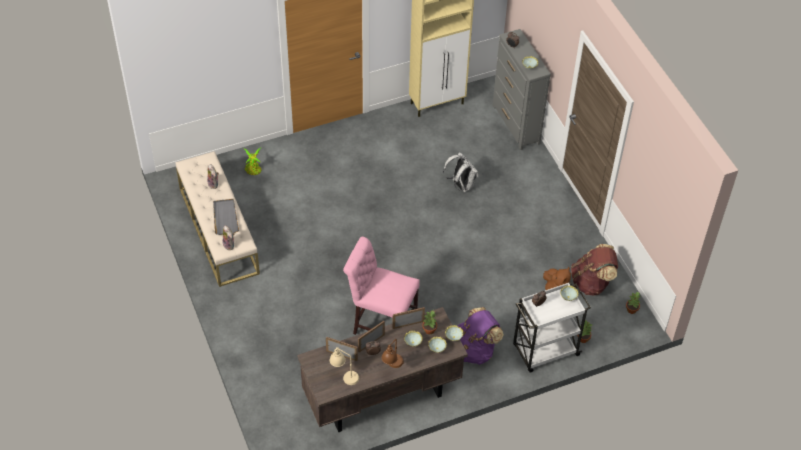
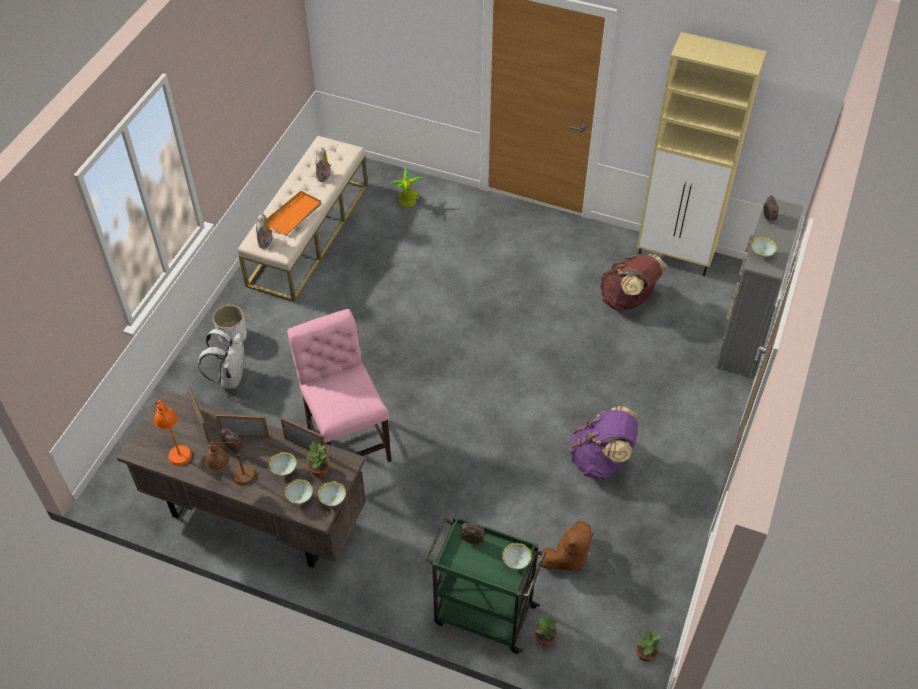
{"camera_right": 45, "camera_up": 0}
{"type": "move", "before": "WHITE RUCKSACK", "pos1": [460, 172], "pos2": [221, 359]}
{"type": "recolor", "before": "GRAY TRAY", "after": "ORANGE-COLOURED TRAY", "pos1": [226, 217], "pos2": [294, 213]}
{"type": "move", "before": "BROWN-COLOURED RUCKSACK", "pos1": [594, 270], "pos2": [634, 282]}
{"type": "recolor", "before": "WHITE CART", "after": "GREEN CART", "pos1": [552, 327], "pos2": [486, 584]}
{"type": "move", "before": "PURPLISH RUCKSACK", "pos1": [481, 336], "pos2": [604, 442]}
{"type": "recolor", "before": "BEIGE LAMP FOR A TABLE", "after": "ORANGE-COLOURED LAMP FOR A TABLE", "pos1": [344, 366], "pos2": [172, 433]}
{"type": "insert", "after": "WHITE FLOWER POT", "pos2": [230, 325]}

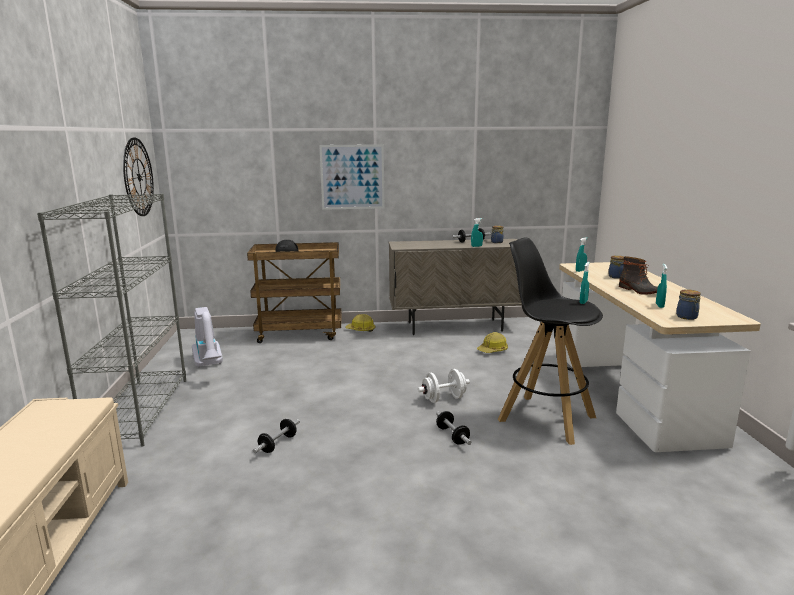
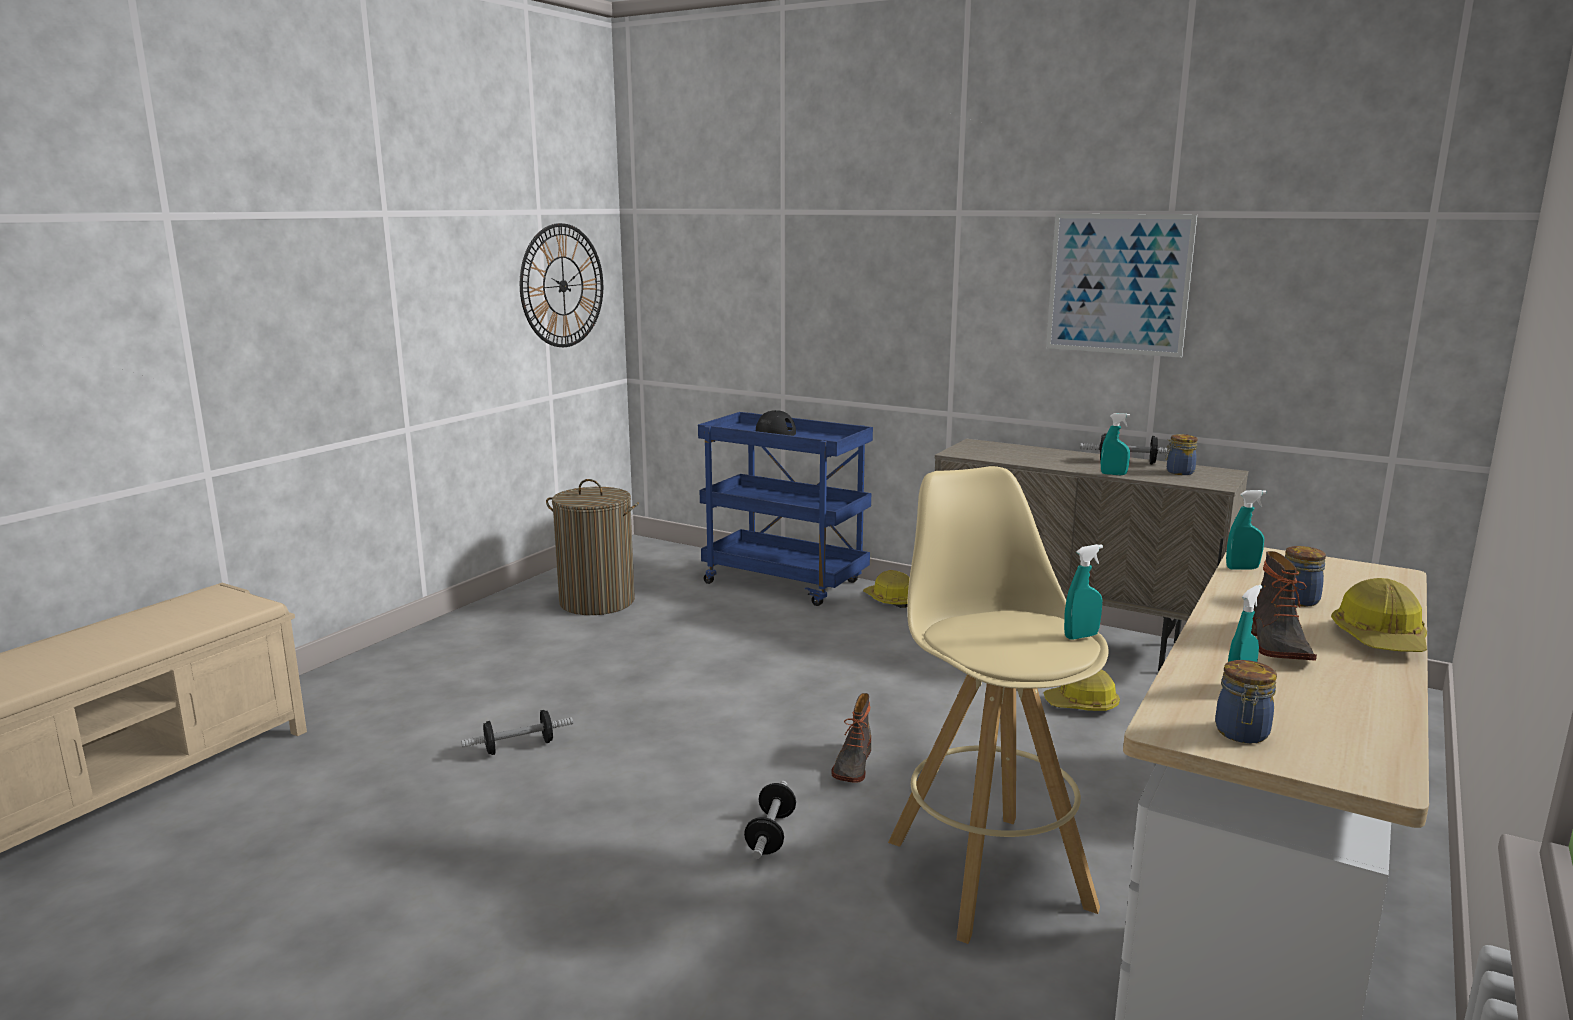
{"camera_right": 35, "camera_up": 0}
{"type": "move", "before": "PICTURE", "pos1": [351, 177], "pos2": [1121, 286]}
{"type": "delete", "before": "GRAY BOOKSHELF", "pos1": [111, 320]}
{"type": "recolor", "before": "BLACK STOOL SEAT", "after": "BEIGE STOOL SEAT", "pos1": [550, 341], "pos2": [998, 705]}
{"type": "recolor", "before": "BROWN-COLOURED CART", "after": "BLUISH CART", "pos1": [294, 292], "pos2": [785, 509]}
{"type": "replace", "before": "HOOVER", "after": "WASHING BASKET", "pos1": [207, 337], "pos2": [592, 547]}
{"type": "replace", "before": "WHITE HAND WEIGHT", "after": "BOOT", "pos1": [444, 386], "pos2": [851, 738]}
{"type": "insert", "after": "HARD HAT", "pos2": [1379, 615]}

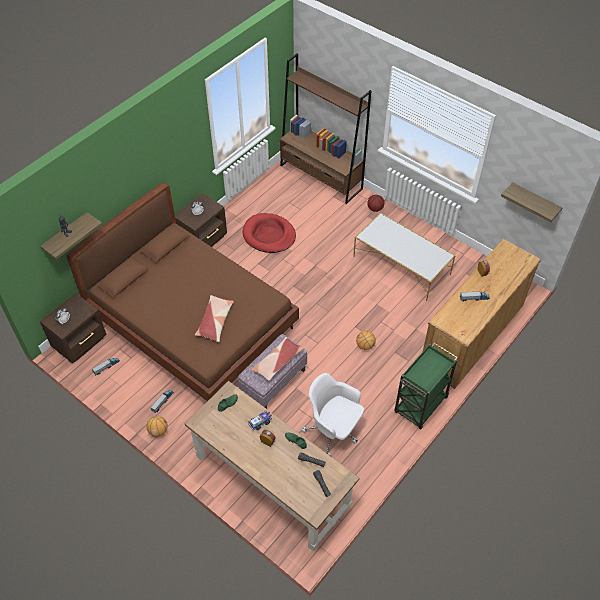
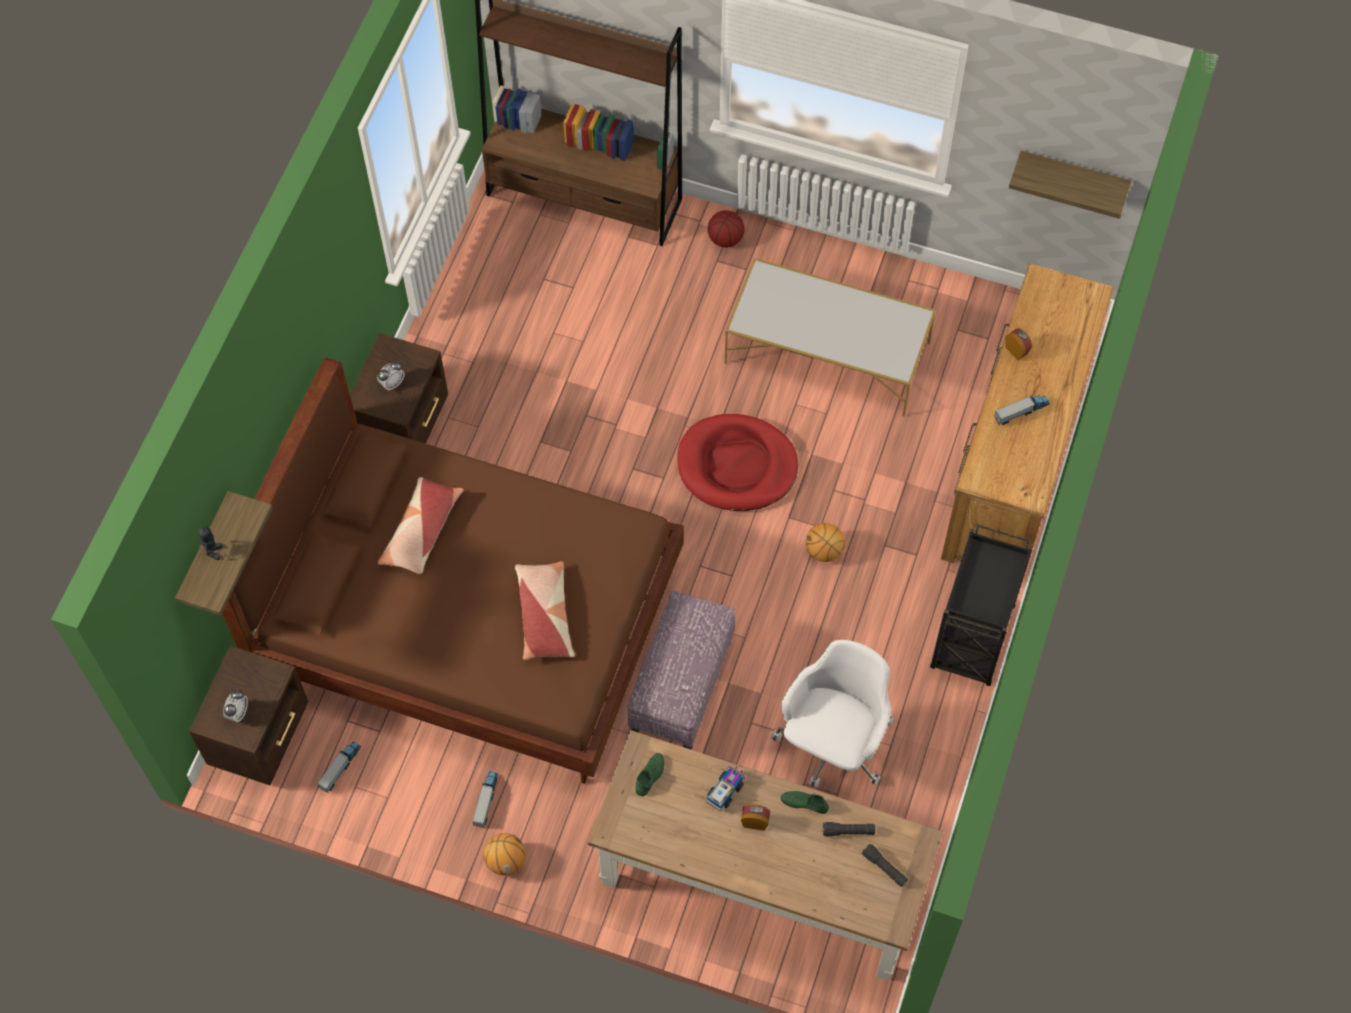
{"camera_right": -20, "camera_up": 10}
{"type": "move", "before": "RED-COLOURED DOG BED", "pos1": [269, 233], "pos2": [737, 462]}
{"type": "move", "before": "THROW PILLOW", "pos1": [277, 359], "pos2": [420, 525]}
{"type": "recolor", "before": "GREEN CART", "after": "BLACK CART", "pos1": [426, 386], "pos2": [981, 605]}
{"type": "rotate", "before": "WHITE OFFICE CHAIR", "pos1": [332, 414], "pos2": [832, 713], "turn": 105}

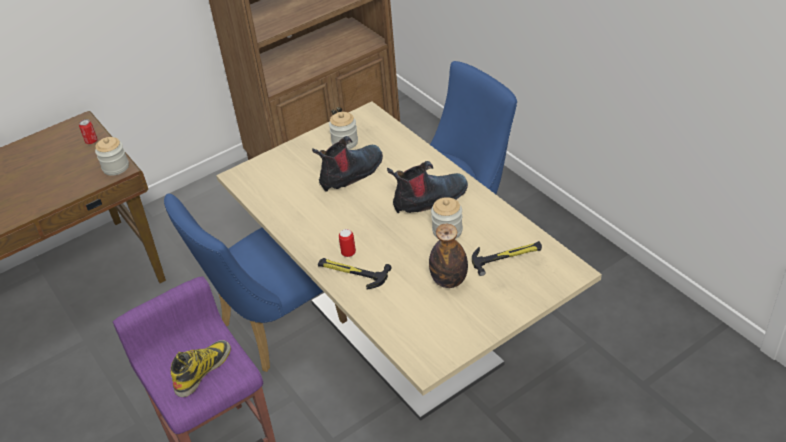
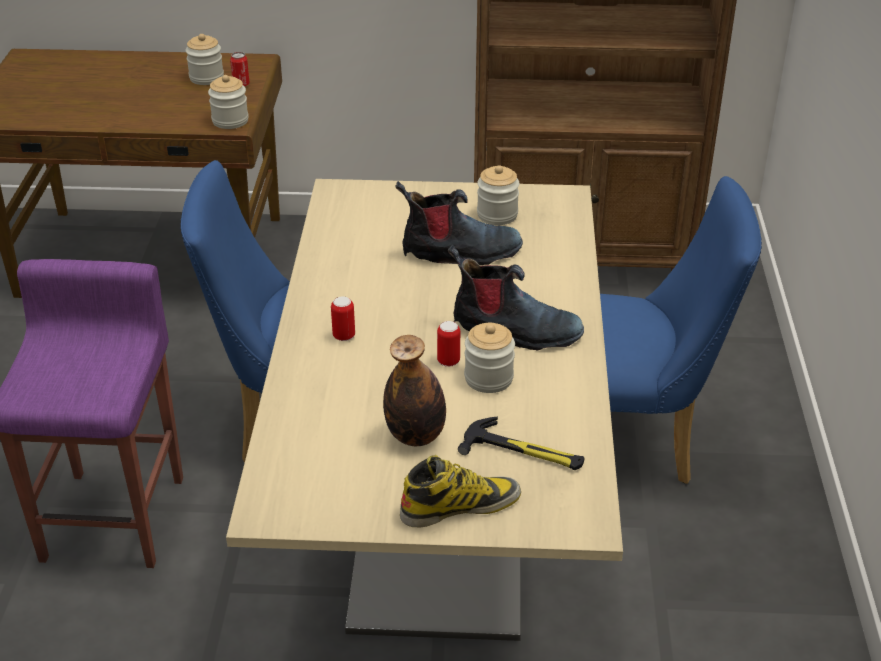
{"camera_right": 35, "camera_up": -5}
{"type": "delete", "before": "HAND HAMMER", "pos1": [355, 273]}
{"type": "move", "before": "BOOT", "pos1": [200, 368], "pos2": [460, 491]}
{"type": "insert", "after": "JAR", "pos2": [204, 59]}
{"type": "insert", "after": "METAL CAN", "pos2": [448, 344]}

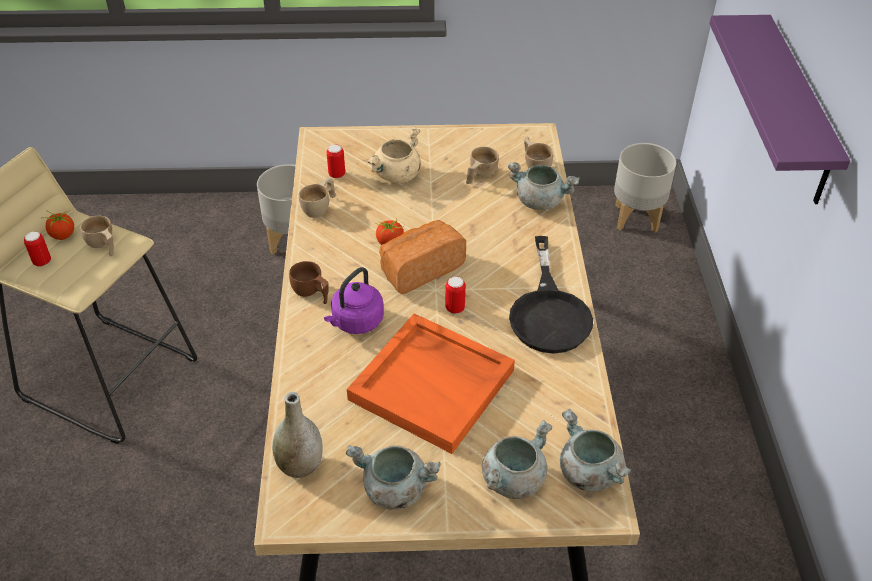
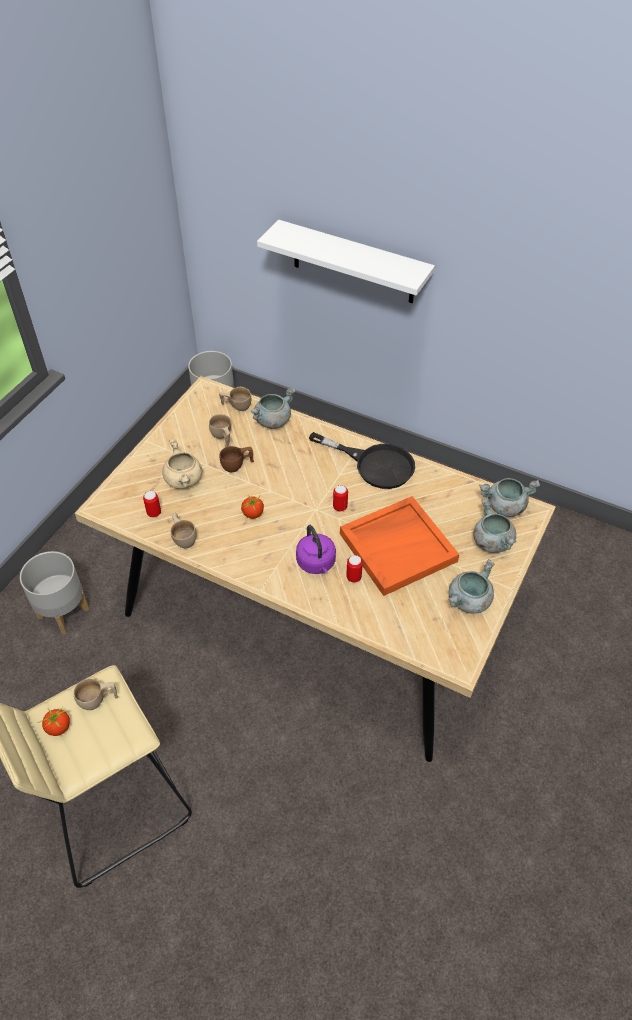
{"camera_right": -60, "camera_up": 5}
{"type": "recolor", "before": "PURPLISH BRACKET SHELF", "after": "WHITE BRACKET SHELF", "pos1": [779, 109], "pos2": [346, 261]}
{"type": "delete", "before": "BAKED BREAD", "pos1": [422, 257]}
{"type": "move", "before": "METAL CAN", "pos1": [37, 249], "pos2": [354, 568]}
{"type": "move", "before": "BROWN-COLOURED CUP", "pos1": [309, 282], "pos2": [237, 459]}
{"type": "delete", "before": "GRAY DECORATIVE VASE", "pos1": [297, 435]}

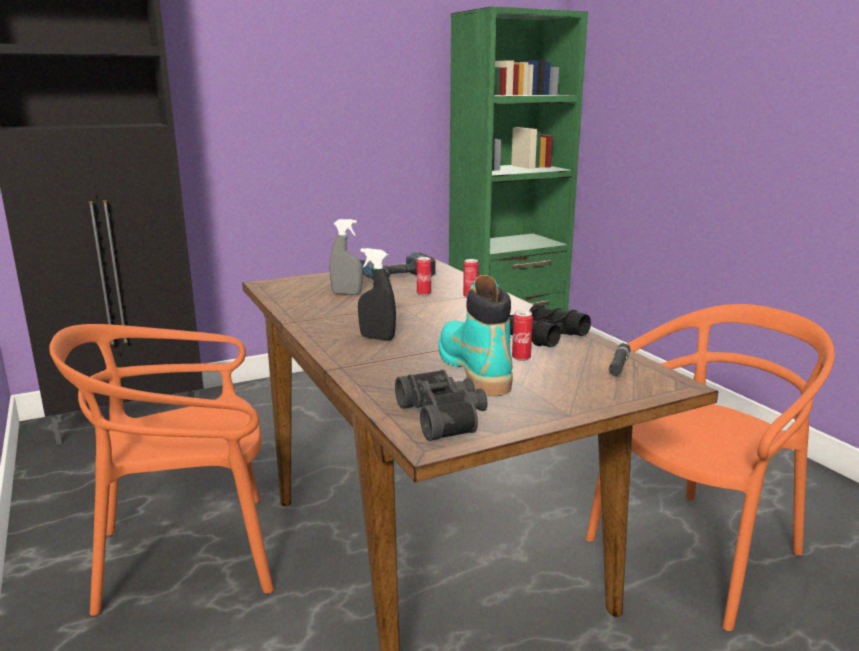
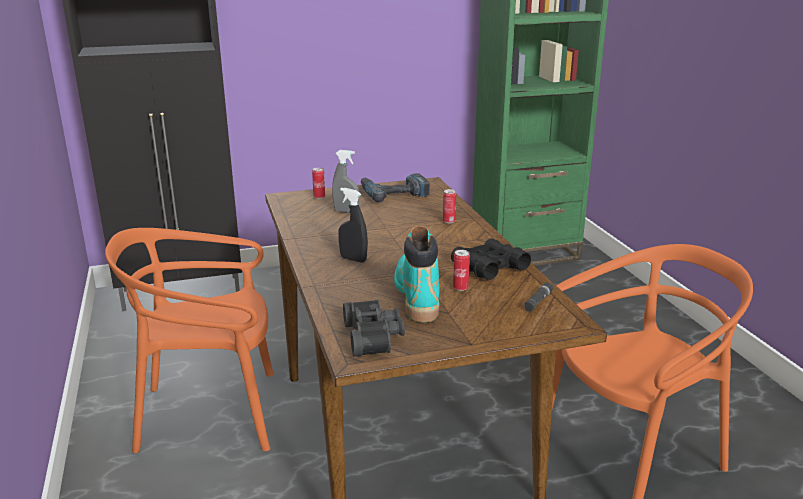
{"camera_right": 10, "camera_up": 5}
{"type": "move", "before": "METAL CAN", "pos1": [424, 276], "pos2": [318, 183]}

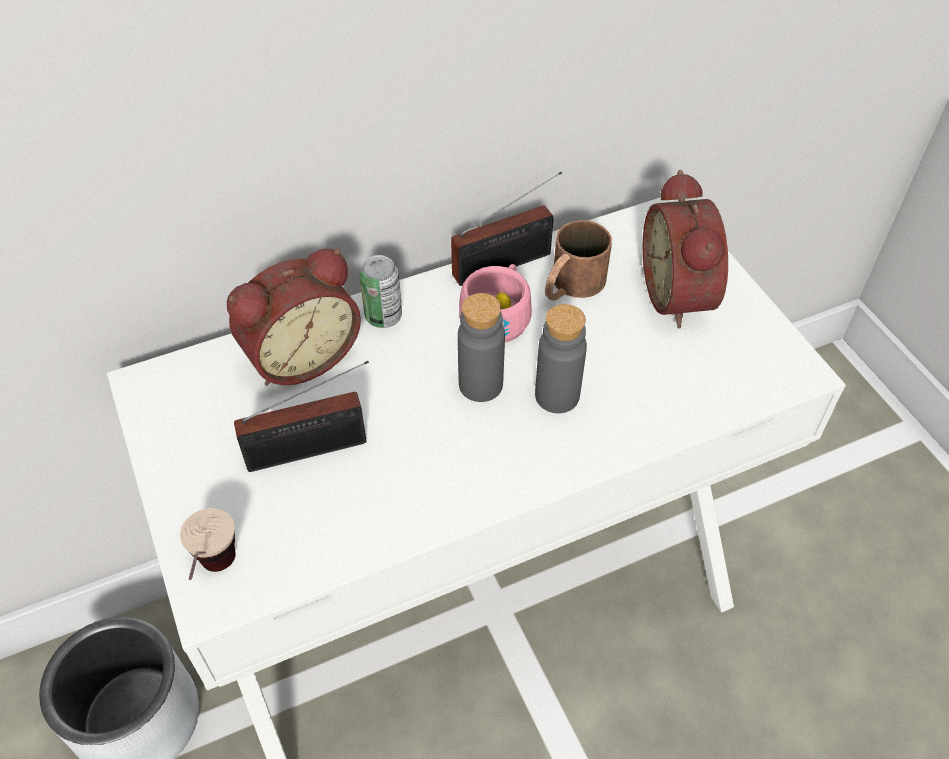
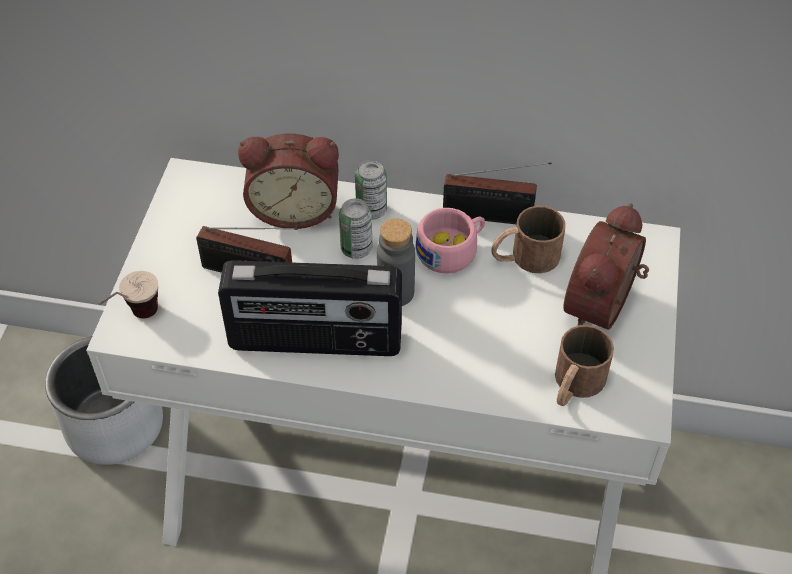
{"camera_right": 35, "camera_up": 0}
{"type": "delete", "before": "GRAY DRINK BOTTLE", "pos1": [561, 358]}
{"type": "insert", "after": "METAL CAN", "pos2": [355, 228]}
{"type": "insert", "after": "RADIO", "pos2": [310, 308]}
{"type": "insert", "after": "BROWN-COLOURED MUG", "pos2": [584, 365]}

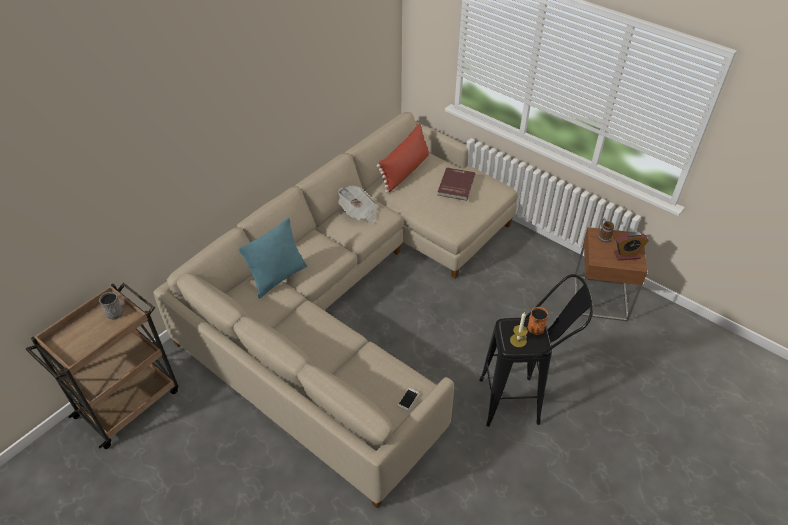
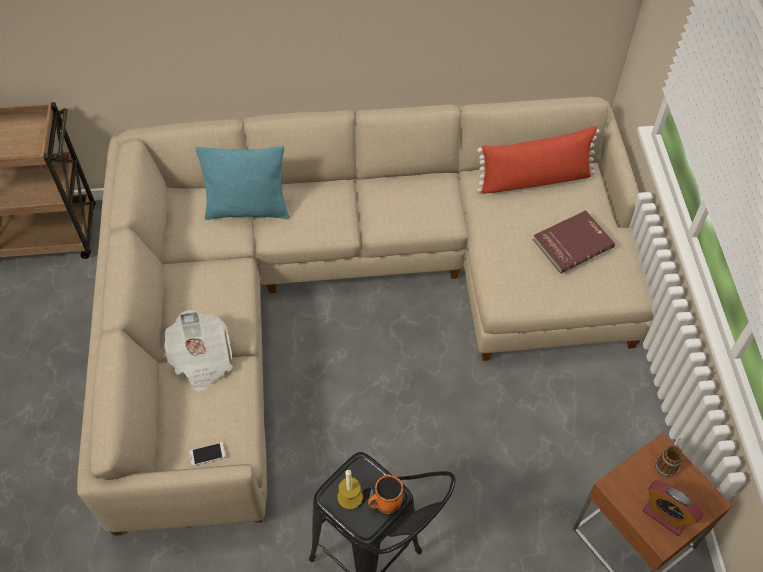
{"camera_right": 45, "camera_up": 10}
{"type": "move", "before": "DAILY PAPER", "pos1": [358, 204], "pos2": [198, 350]}
{"type": "delete", "before": "GRAY MUG", "pos1": [112, 306]}

